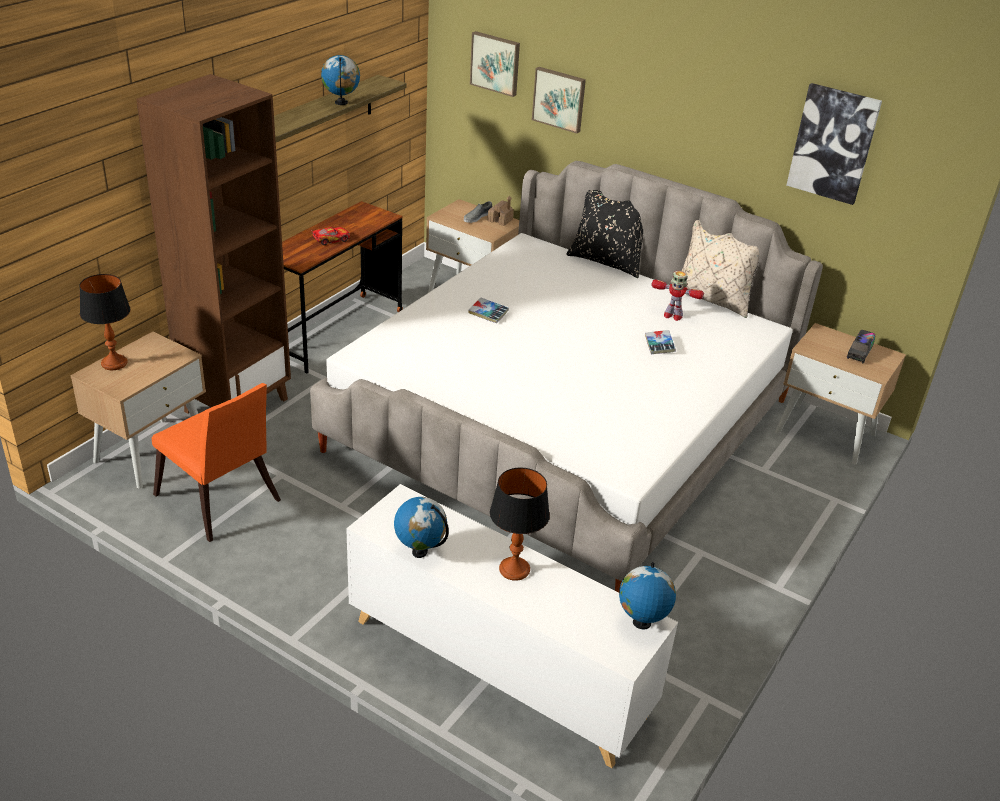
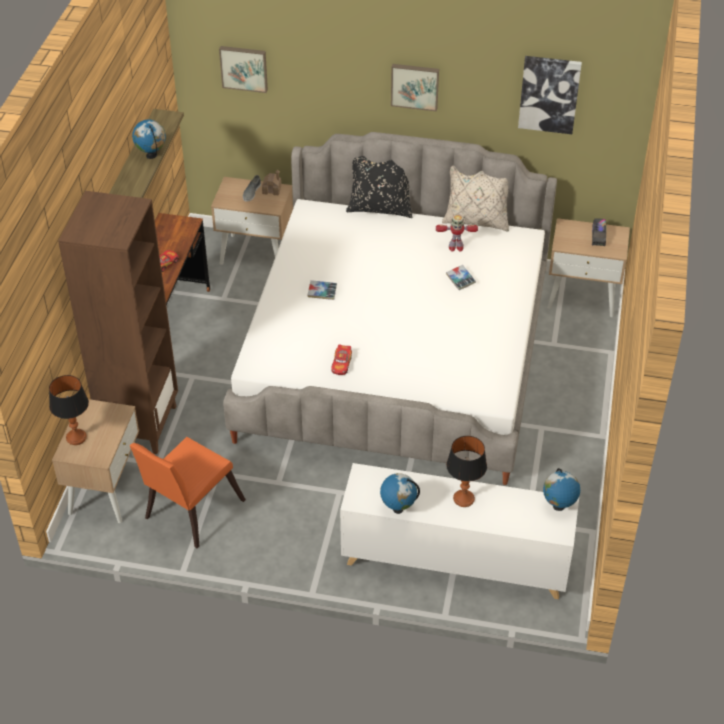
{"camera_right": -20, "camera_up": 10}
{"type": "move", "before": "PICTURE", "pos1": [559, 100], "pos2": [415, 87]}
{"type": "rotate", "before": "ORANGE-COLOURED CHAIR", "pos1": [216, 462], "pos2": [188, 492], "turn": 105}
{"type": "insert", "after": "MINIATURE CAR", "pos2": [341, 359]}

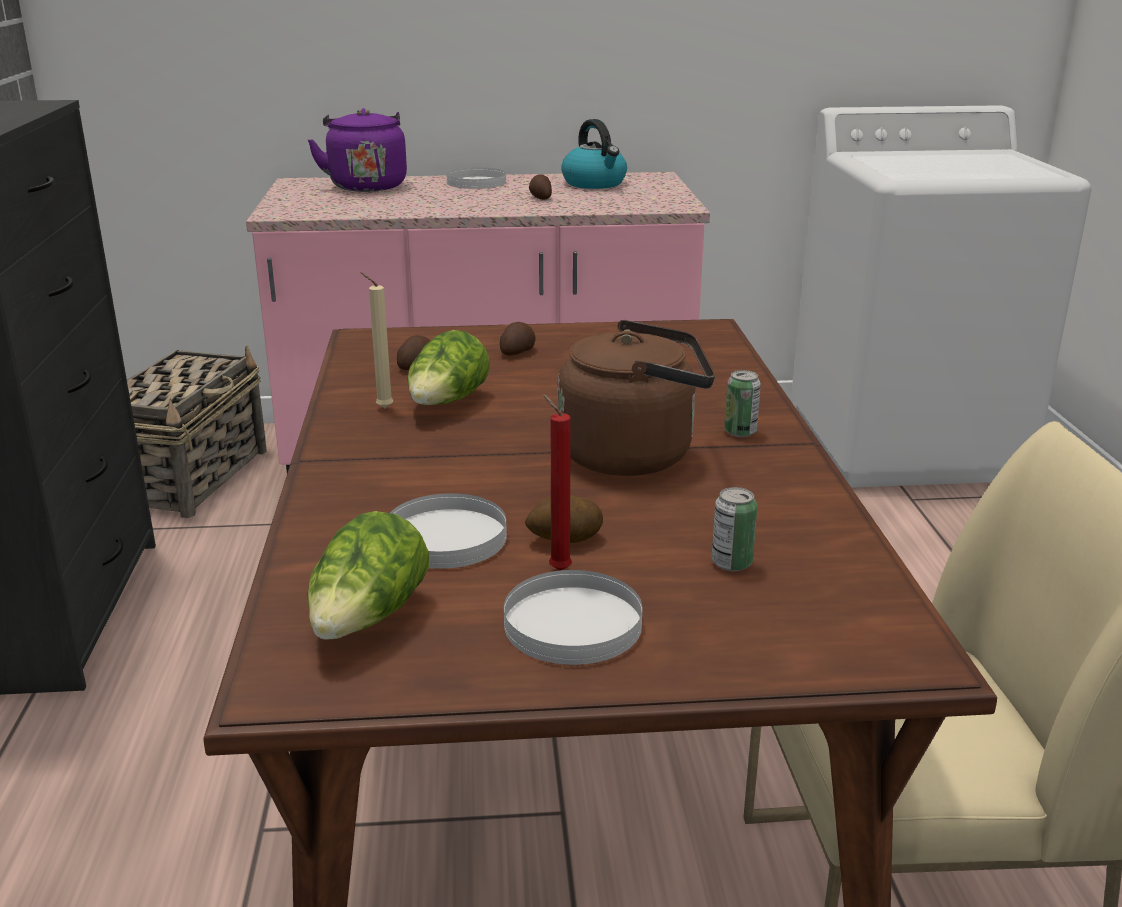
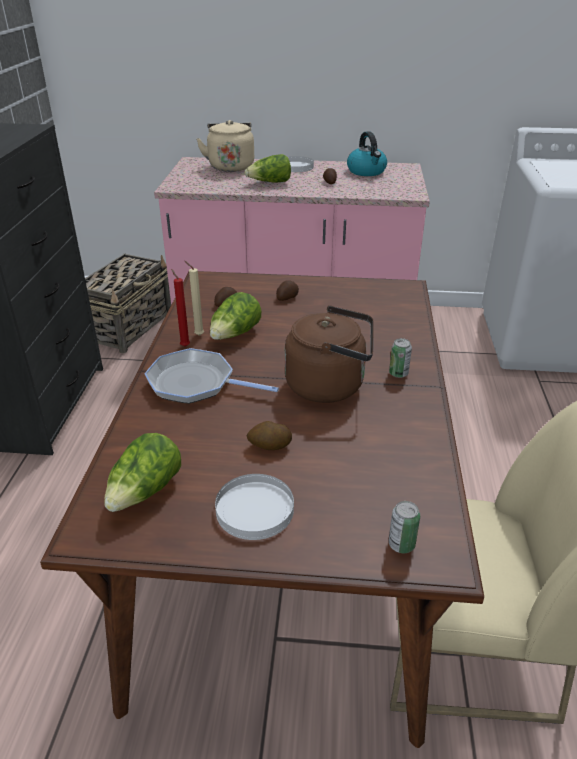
{"camera_right": 10, "camera_up": 10}
{"type": "recolor", "before": "PURPLISH TEA KETTLE", "after": "BEIGE TEA KETTLE", "pos1": [357, 150], "pos2": [225, 146]}
{"type": "move", "before": "RED-COLOURED CANDLE", "pos1": [557, 482], "pos2": [180, 308]}
{"type": "move", "before": "METAL CAN", "pos1": [734, 529], "pos2": [404, 527]}
{"type": "delete", "before": "WHITE FLAT DISH", "pos1": [448, 531]}
{"type": "insert", "after": "LETTUCE", "pos2": [268, 168]}
{"type": "insert", "after": "SKILLET", "pos2": [212, 376]}

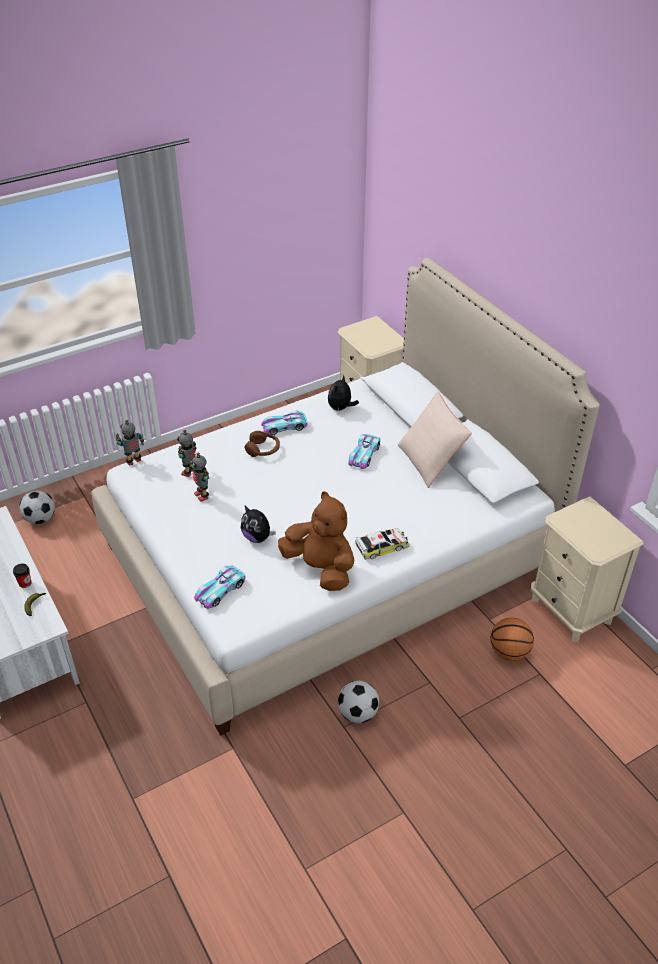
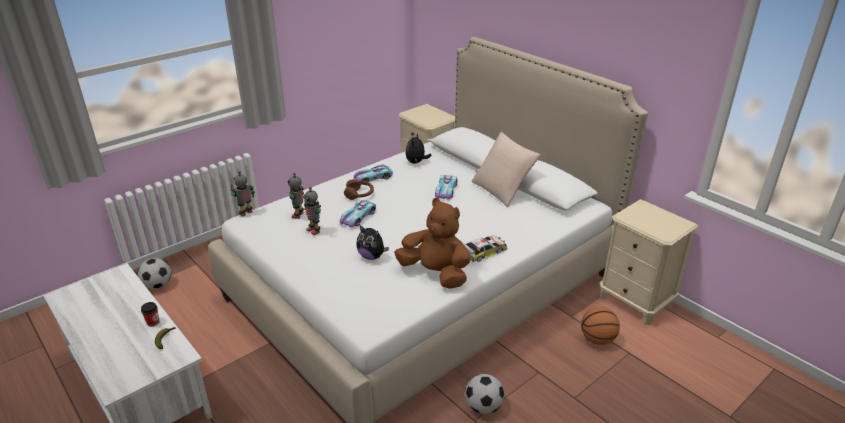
{"camera_right": -10, "camera_up": -10}
{"type": "move", "before": "MINIATURE CAR", "pos1": [219, 587], "pos2": [358, 213]}

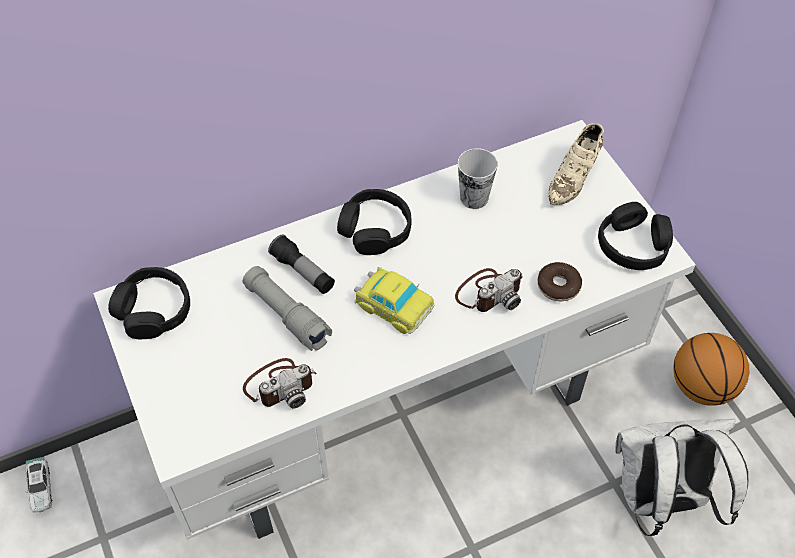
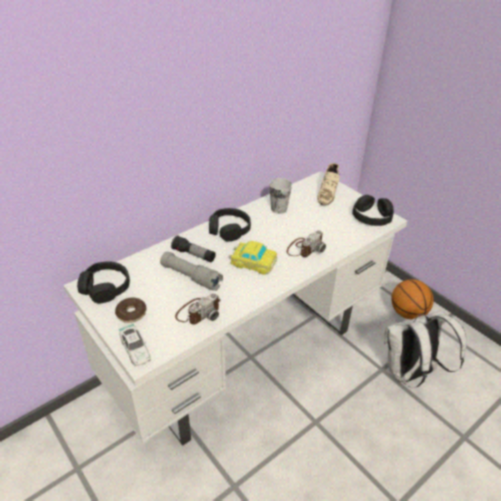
{"camera_right": -15, "camera_up": -15}
{"type": "move", "before": "DOUGHNUT", "pos1": [559, 281], "pos2": [130, 310]}
{"type": "move", "before": "MINIATURE CAR", "pos1": [38, 485], "pos2": [135, 345]}

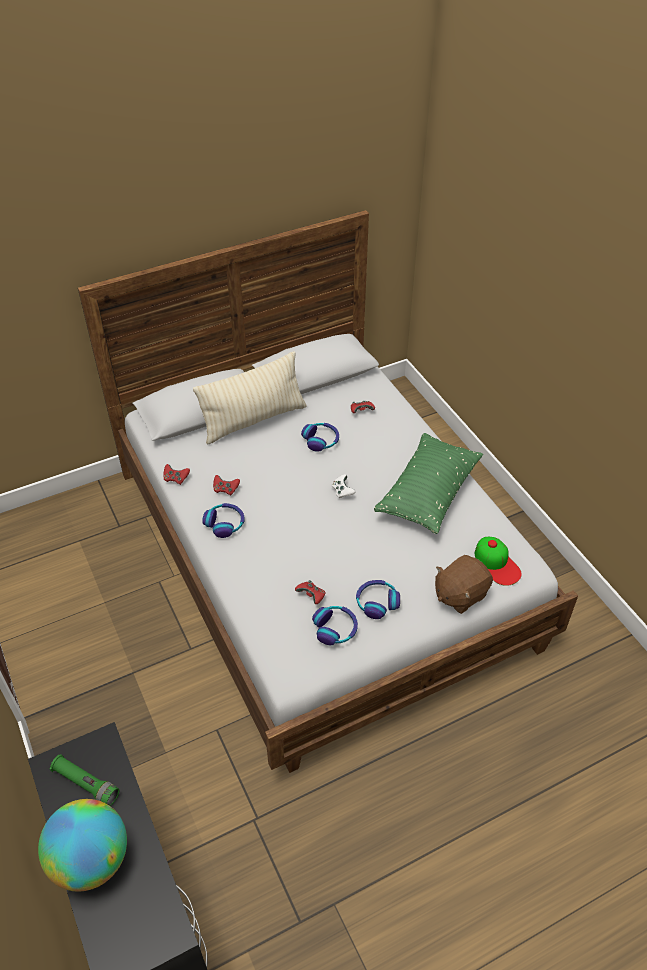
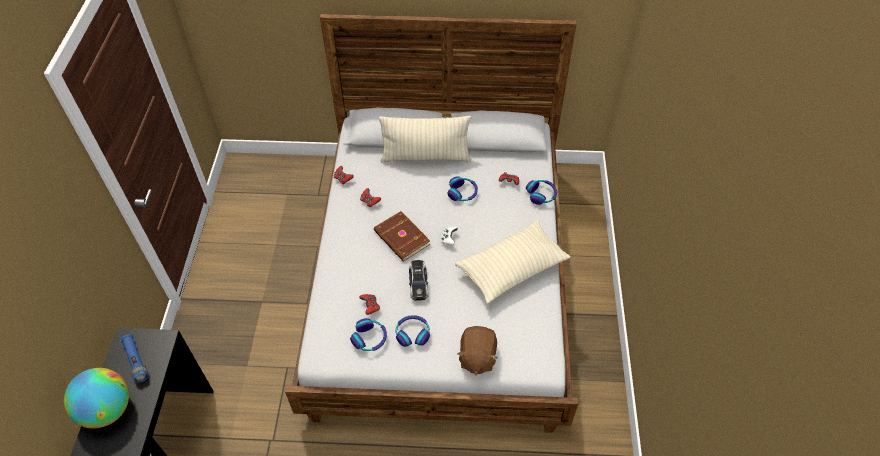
{"camera_right": 30, "camera_up": 5}
{"type": "recolor", "before": "GREEN THROW PILLOW", "after": "BEIGE THROW PILLOW", "pos1": [428, 483], "pos2": [513, 262]}
{"type": "move", "before": "HEADPHONES", "pos1": [223, 520], "pos2": [541, 192]}
{"type": "delete", "before": "PEAKED CAP", "pos1": [498, 561]}
{"type": "rotate", "before": "BROWN-COLOURED SOFT TOY", "pos1": [464, 584], "pos2": [477, 350], "turn": -75}
{"type": "recolor", "before": "GREEN HAND TORCH", "after": "BLUISH HAND TORCH", "pos1": [84, 780], "pos2": [134, 358]}
{"type": "insert", "after": "BROWN-COLOURED VOLUME", "pos2": [402, 236]}
{"type": "insert", "after": "MINIATURE CAR", "pos2": [418, 280]}

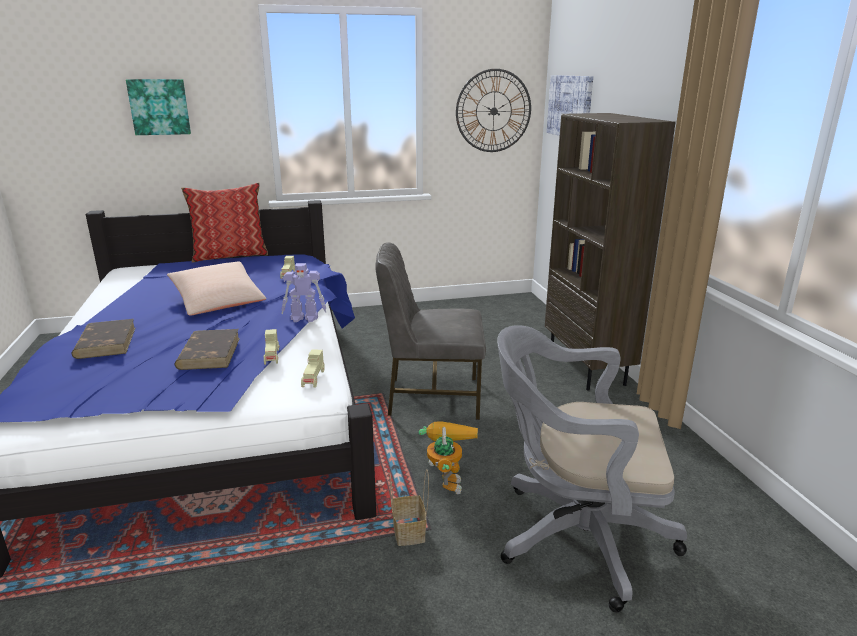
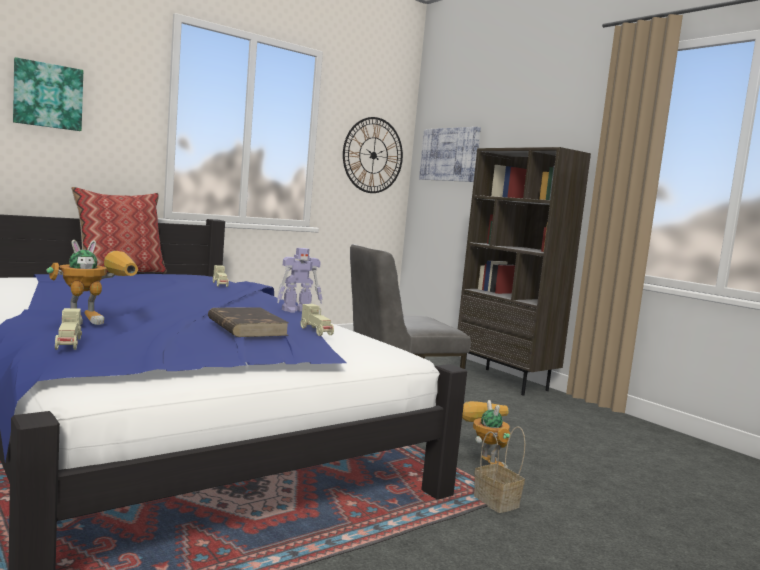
{"camera_right": -25, "camera_up": -15}
{"type": "delete", "before": "BEIGE THROW PILLOW", "pos1": [216, 288]}
{"type": "replace", "before": "BROWN-COLOURED VOLUME", "after": "MODEL ROBOT", "pos1": [104, 339], "pos2": [92, 282]}
{"type": "delete", "before": "GRAY OFFICE CHAIR", "pos1": [592, 469]}
{"type": "move", "before": "BEIGE MINIATURE CAR", "pos1": [313, 368], "pos2": [68, 329]}

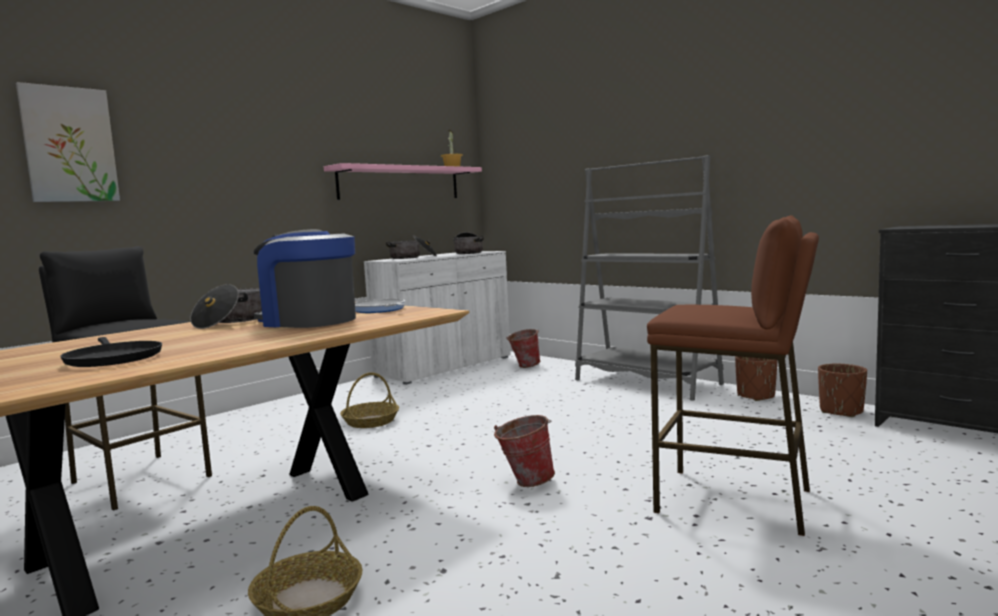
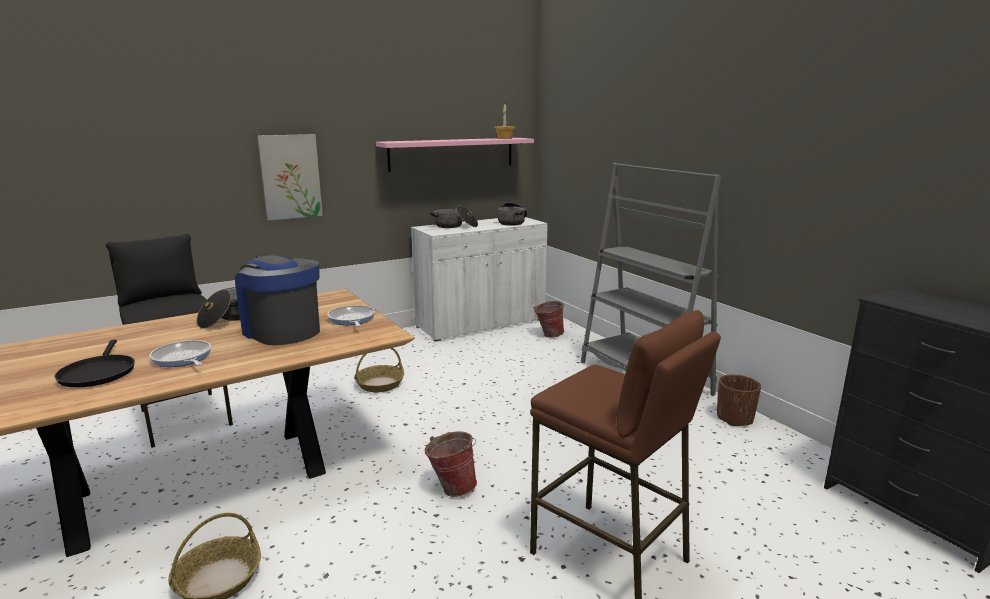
{"camera_right": 15, "camera_up": 10}
{"type": "move", "before": "PICTURE", "pos1": [68, 142], "pos2": [290, 177]}
{"type": "delete", "before": "BROWN-COLOURED FLOWER POT", "pos1": [842, 390]}
{"type": "insert", "after": "SKILLET", "pos2": [180, 353]}

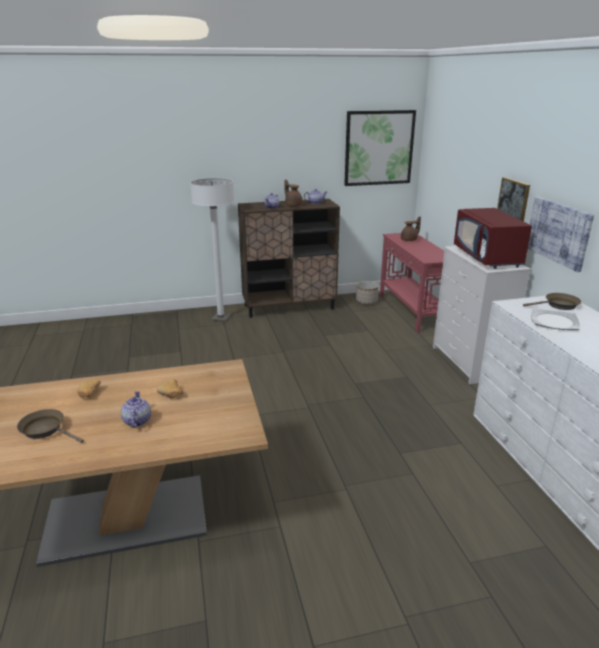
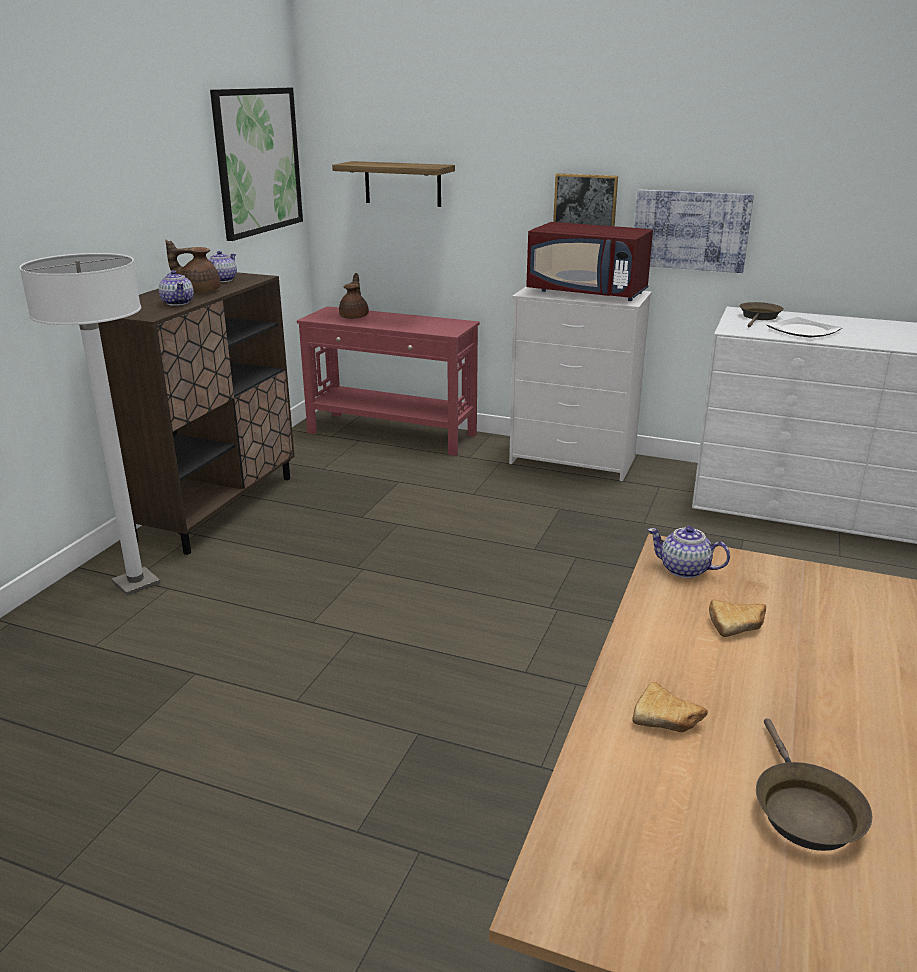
{"camera_right": -55, "camera_up": 0}
{"type": "delete", "before": "FLOWER POT", "pos1": [367, 292]}
{"type": "move", "before": "TEAPOT", "pos1": [136, 409], "pos2": [689, 552]}
{"type": "rotate", "before": "BROWN-COLOURED SKILLET", "pos1": [50, 426], "pos2": [814, 784], "turn": -60}
{"type": "insert", "after": "BRACKET SHELF", "pos2": [393, 184]}

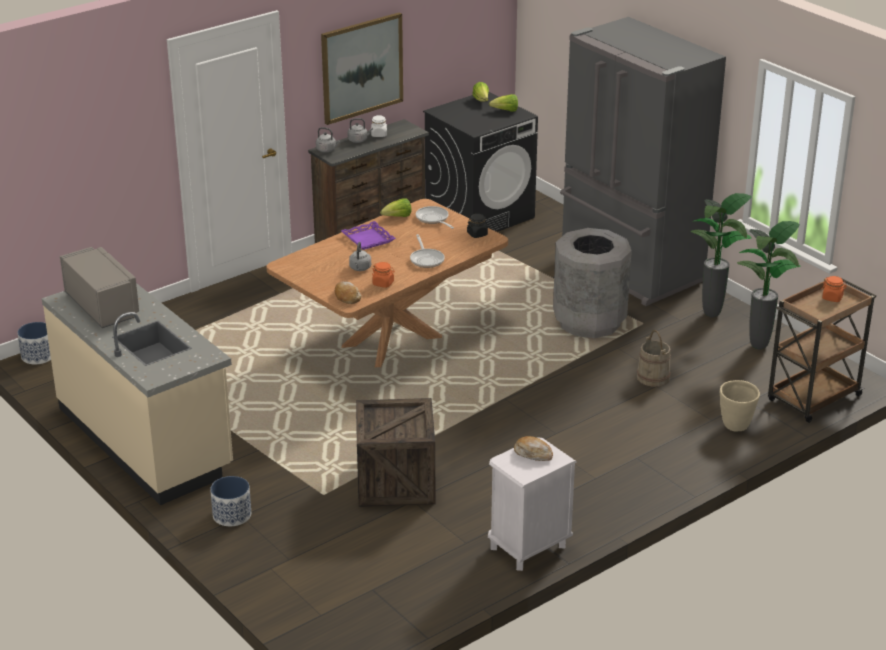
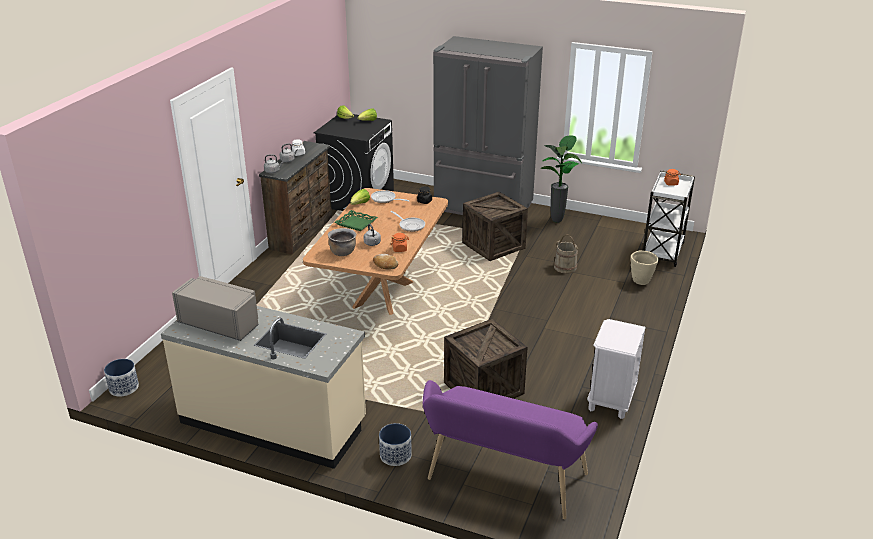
{"camera_right": -30, "camera_up": 0}
{"type": "delete", "before": "PICTURE", "pos1": [362, 68]}
{"type": "recolor", "before": "PURPLISH TRAY", "after": "GREEN TRAY", "pos1": [368, 235], "pos2": [356, 220]}
{"type": "delete", "before": "POTTED PLANT", "pos1": [769, 285]}
{"type": "replace", "before": "GRAY WASTE BIN", "after": "SHIPPING CRATE", "pos1": [592, 283], "pos2": [495, 226]}
{"type": "recolor", "before": "BROWN-COLOURED CART", "after": "WHITE CART", "pos1": [822, 350], "pos2": [669, 219]}
{"type": "delete", "before": "BAKED BREAD", "pos1": [533, 448]}
{"type": "insert", "after": "BROWN-COLOURED STOCKPOT", "pos2": [342, 242]}
{"type": "insert", "after": "PURPLISH LONG SEAT", "pos2": [510, 449]}

